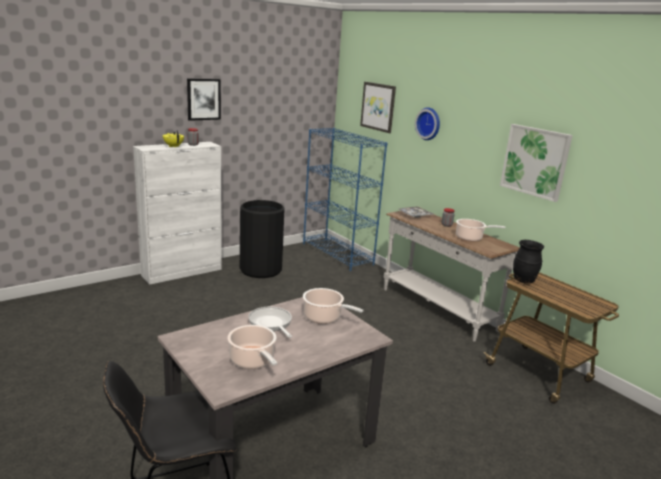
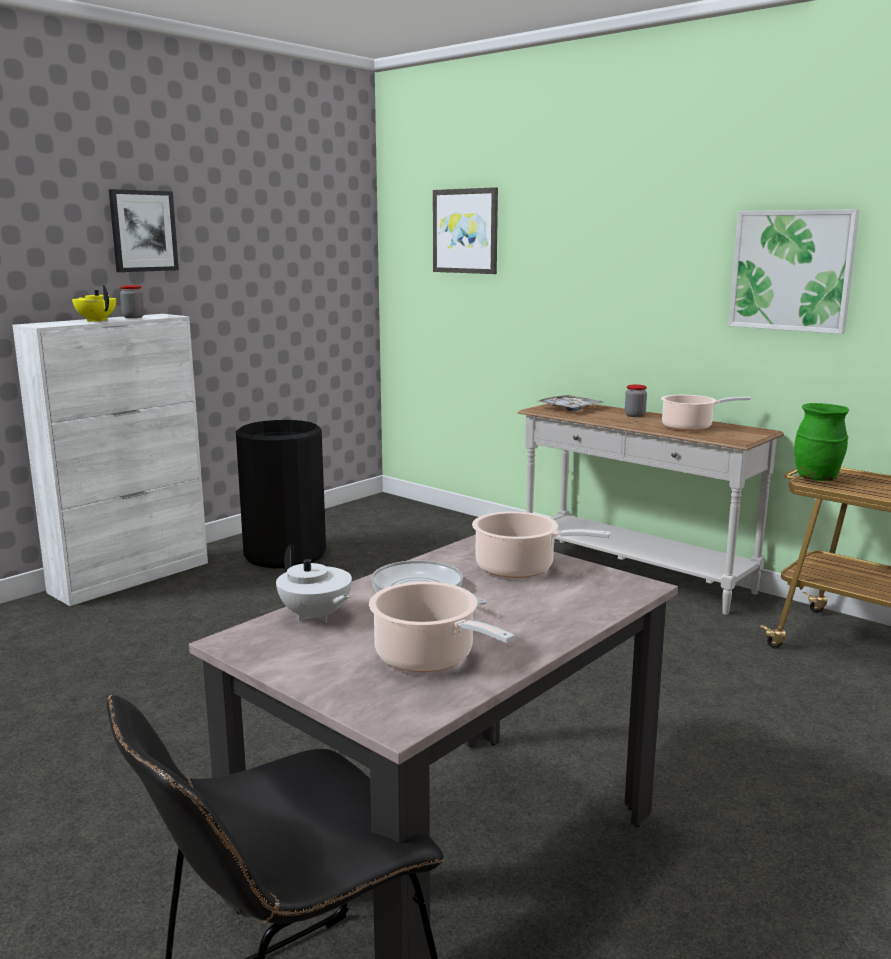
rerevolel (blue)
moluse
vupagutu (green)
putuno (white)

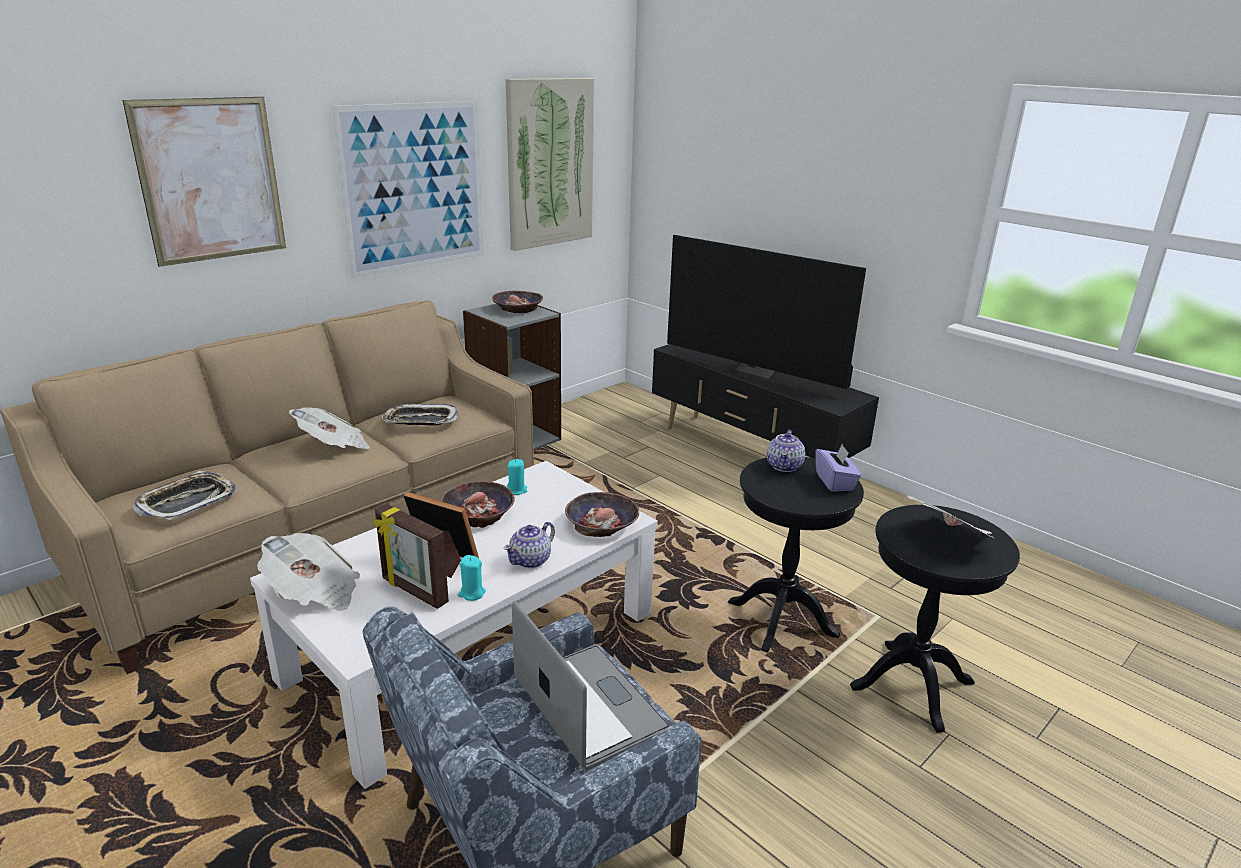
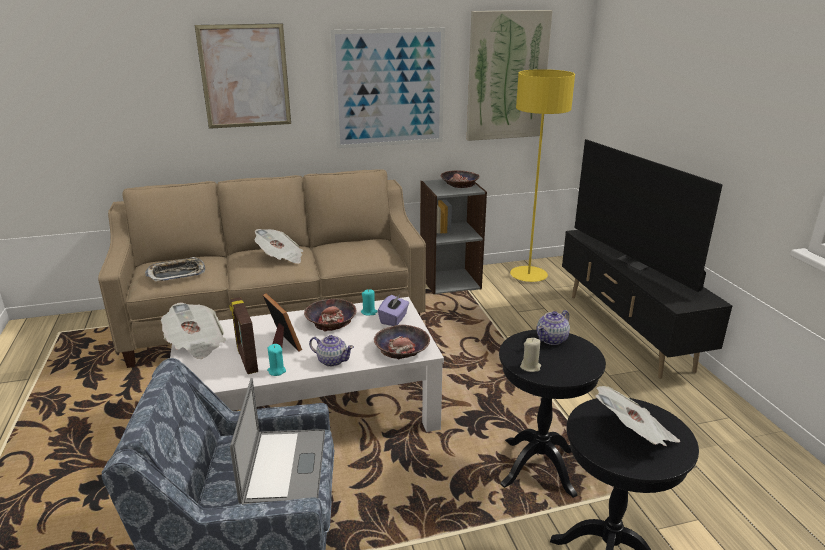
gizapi (no. 2 from left in the first image)
putuno (no. 1 from left)
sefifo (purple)
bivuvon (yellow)
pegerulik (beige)

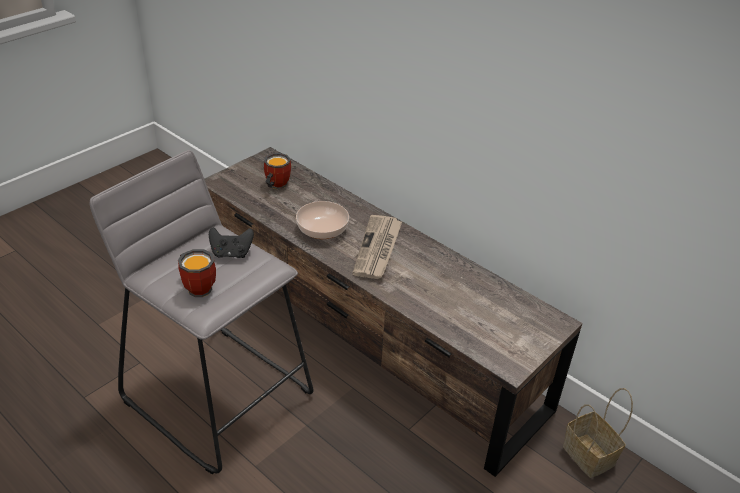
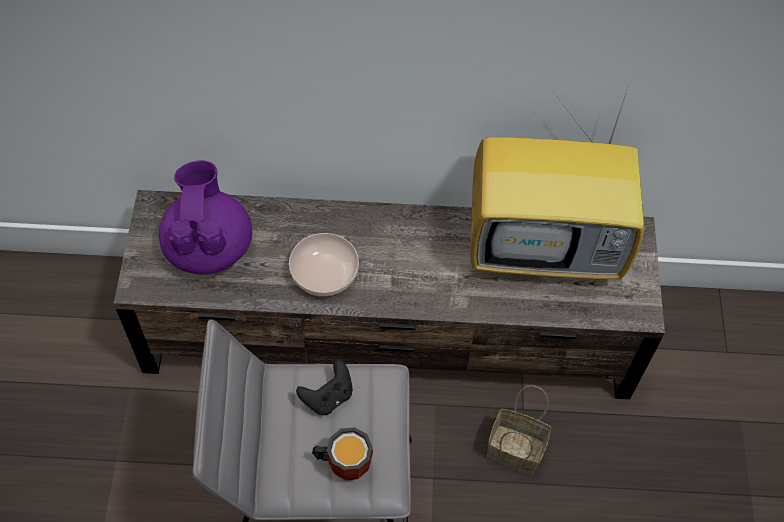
putuno (purple)
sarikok
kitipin
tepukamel

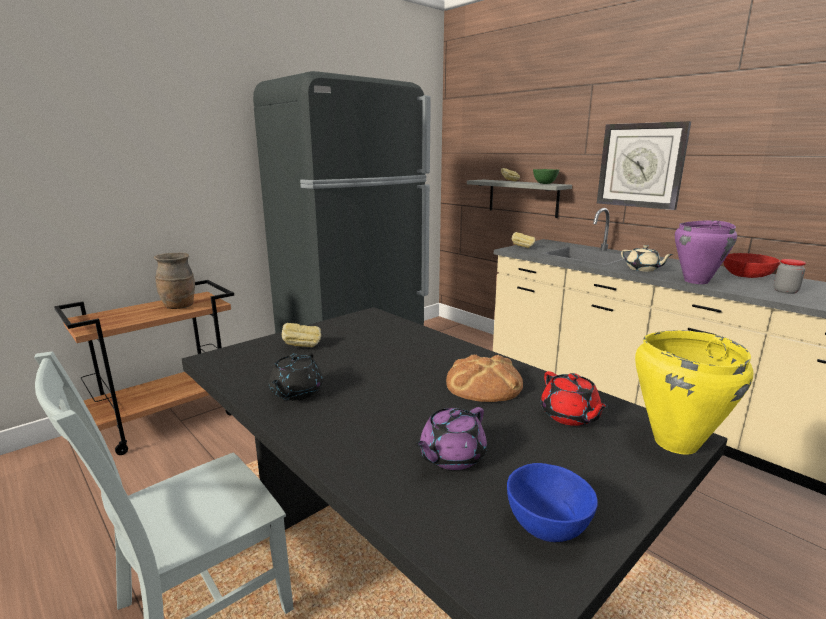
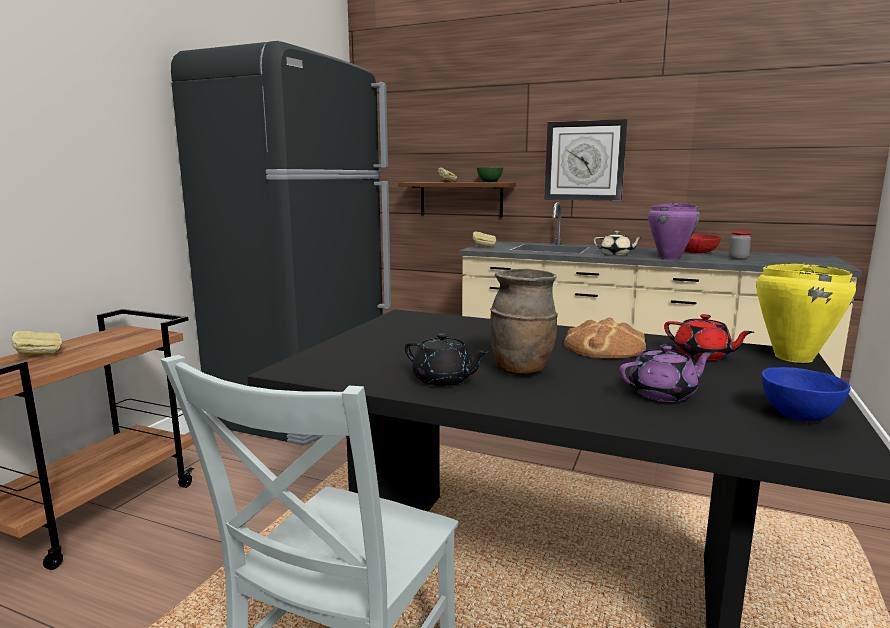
vupagutu (brown)
putuno (black)
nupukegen (no. 1 from left)
putuno (purple)
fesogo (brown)

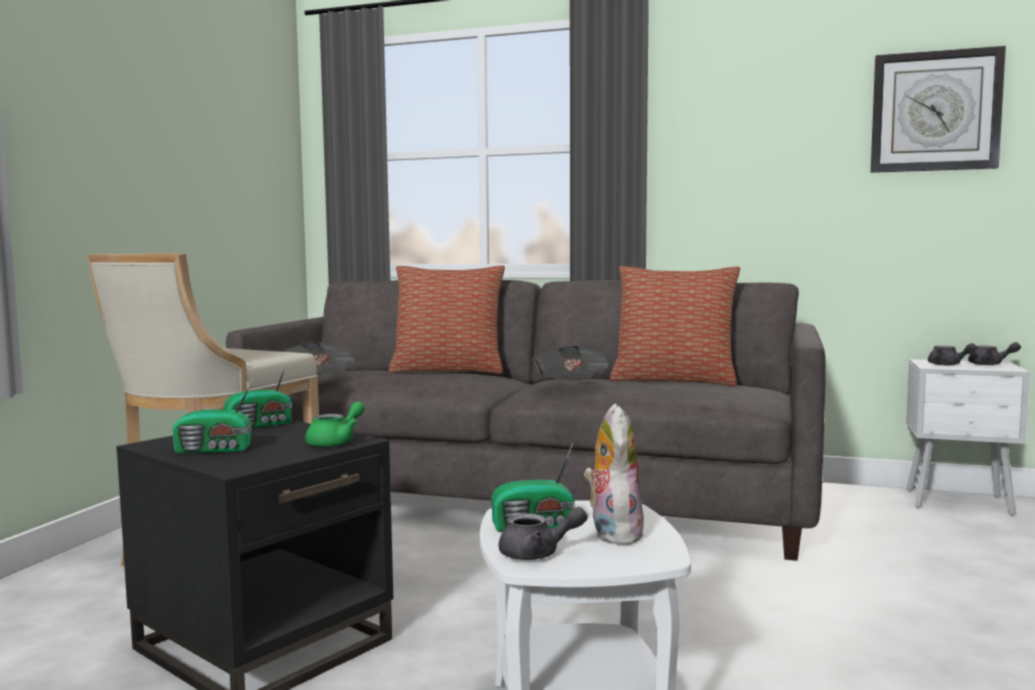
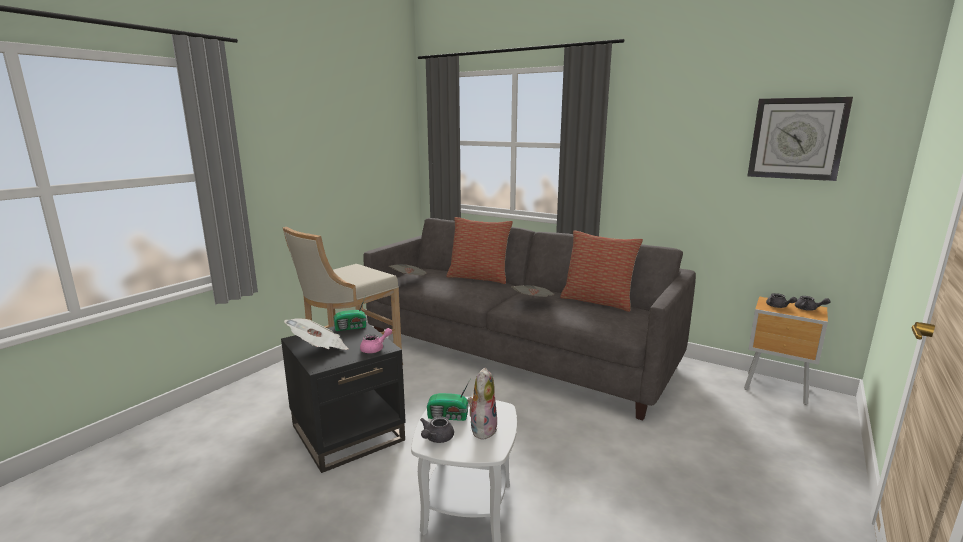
sarikok (no. 1 from left)
putuno (pink)
putuno (grey) (no. 1 from left)
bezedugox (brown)

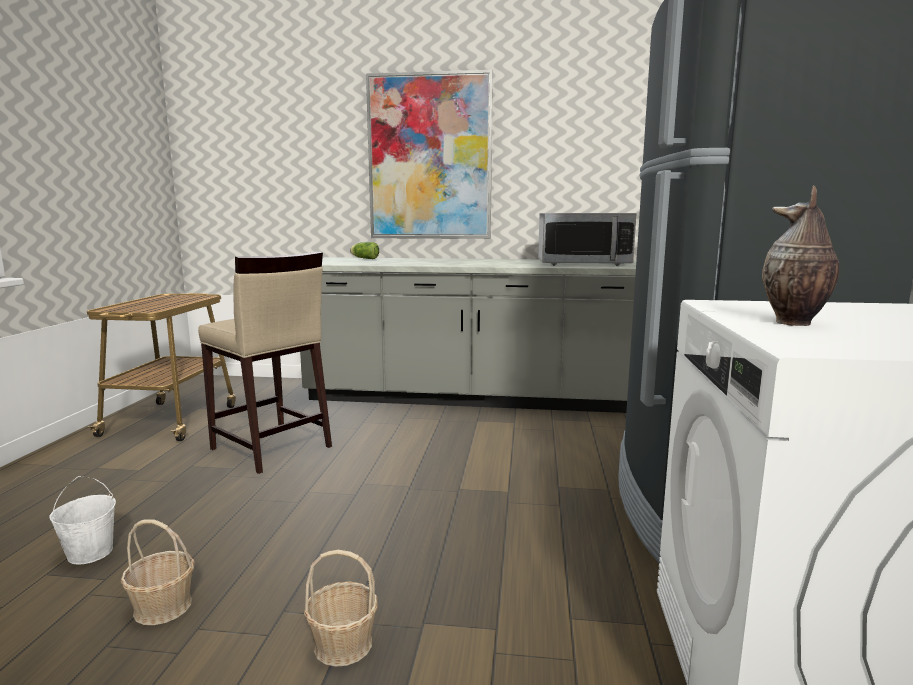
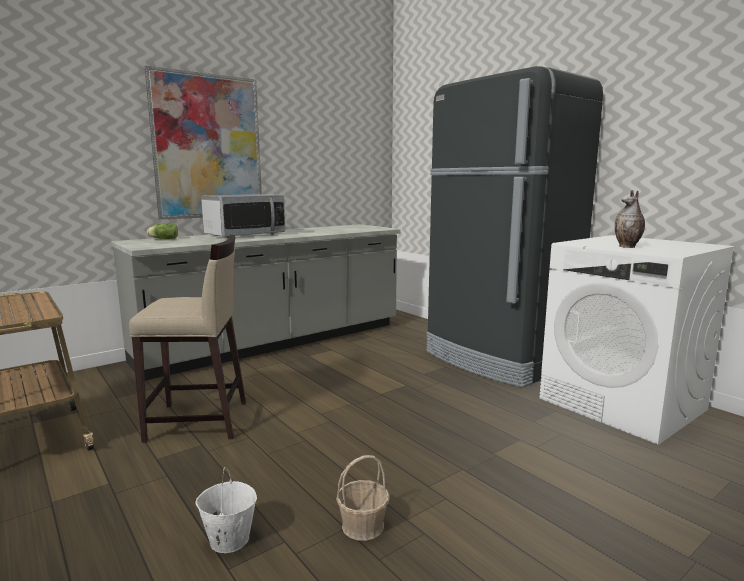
kitipin (no. 2 from left in the first image)
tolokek

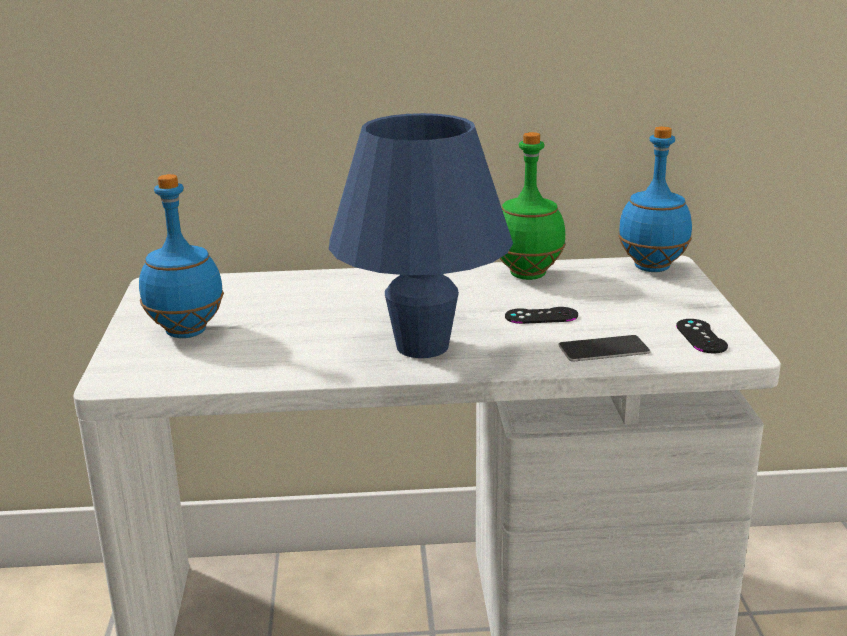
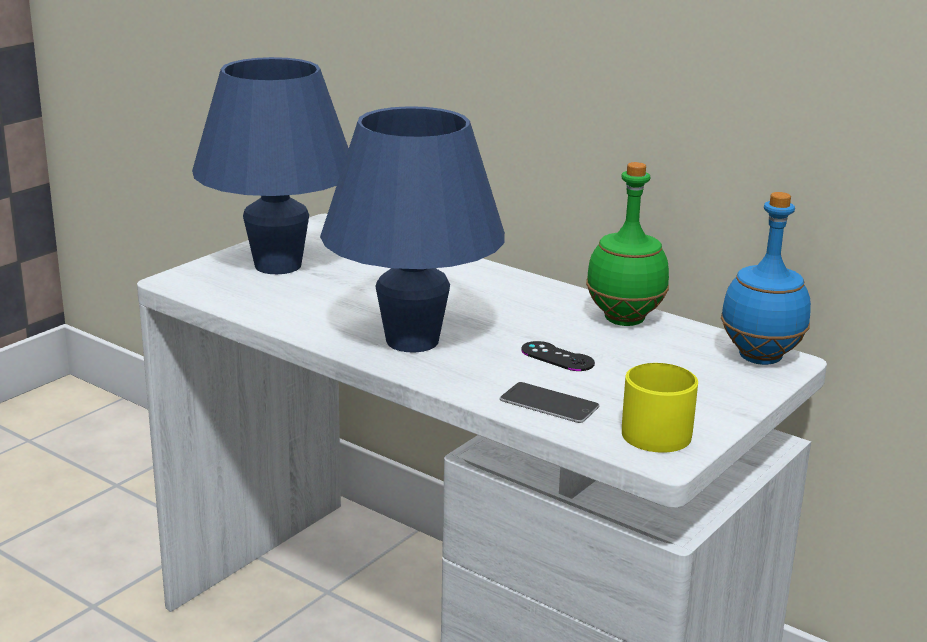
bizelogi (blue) (no. 1 from left)
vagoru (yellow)

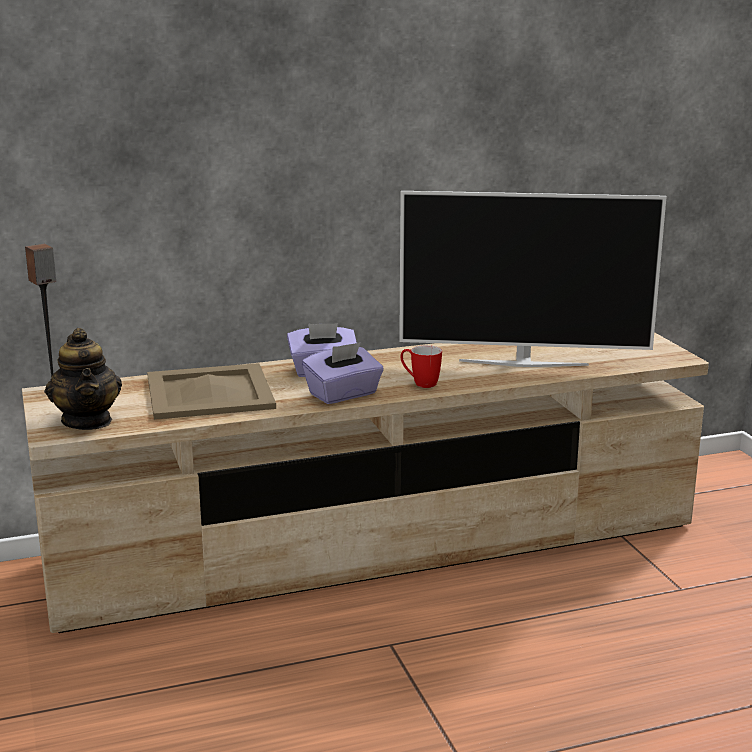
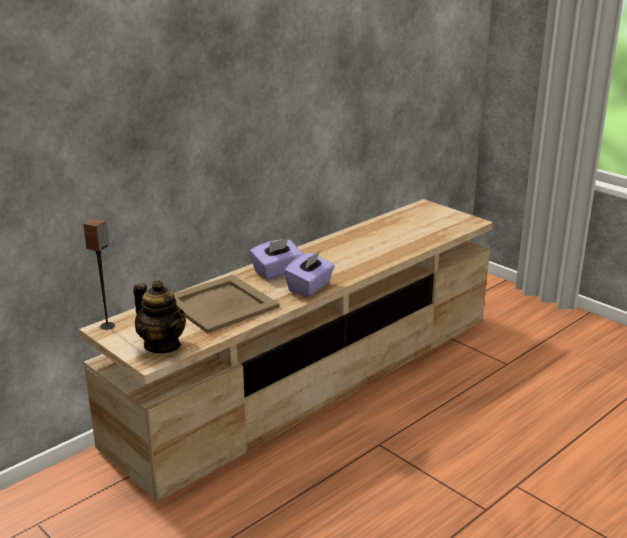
tepukamel
vagoru

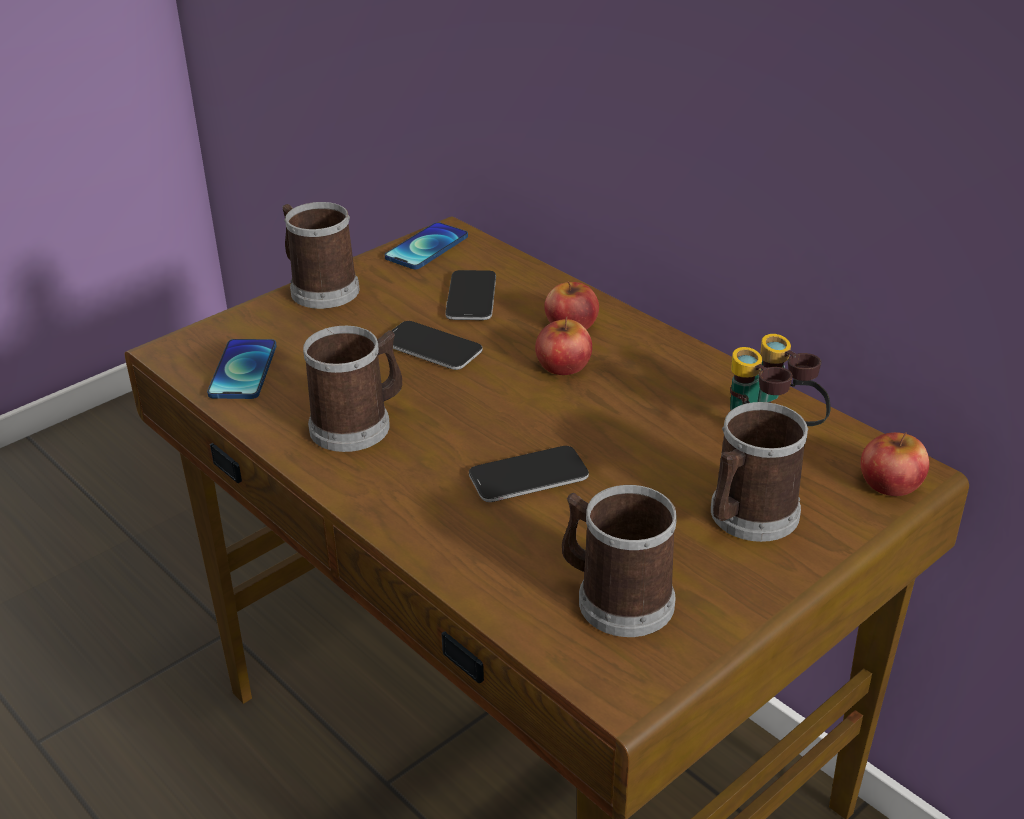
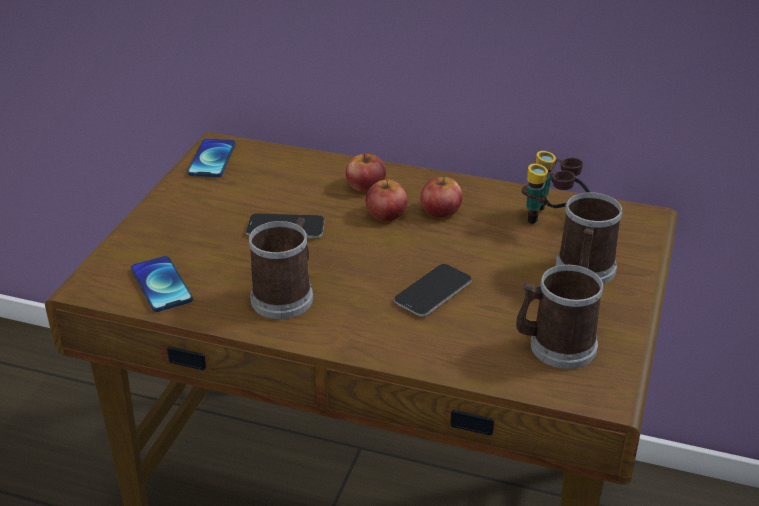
vagoru (no. 1 from left in the first image)
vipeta (no. 4 from left in the first image)
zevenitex (no. 3 from left)

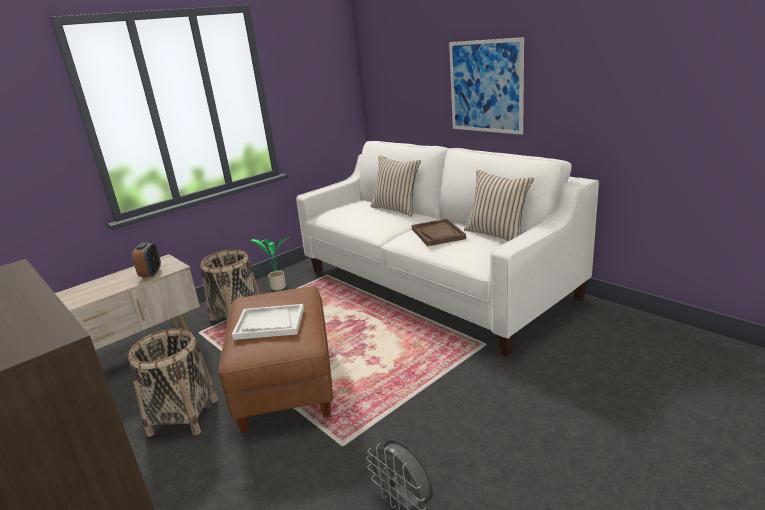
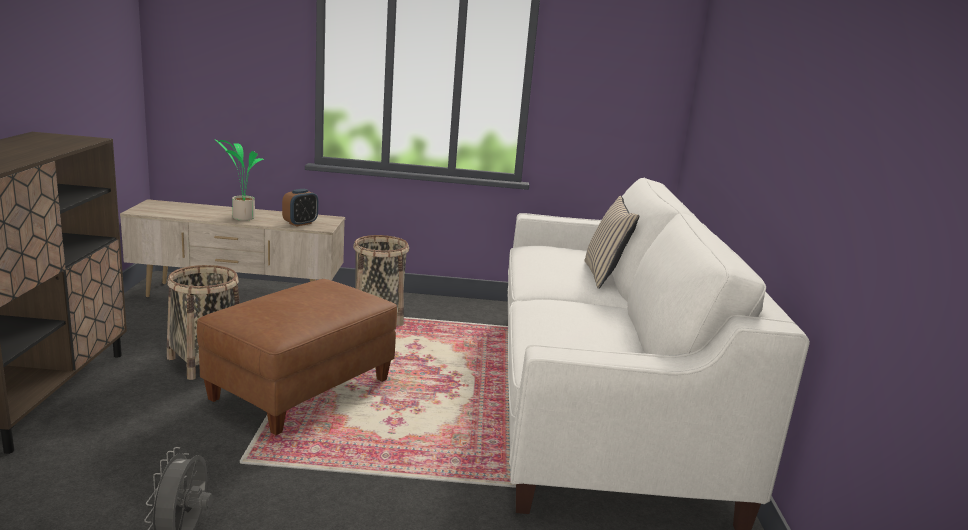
gizapi (white)
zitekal
gizapi (brown)
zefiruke
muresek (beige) (no. 2 from left in the first image)

